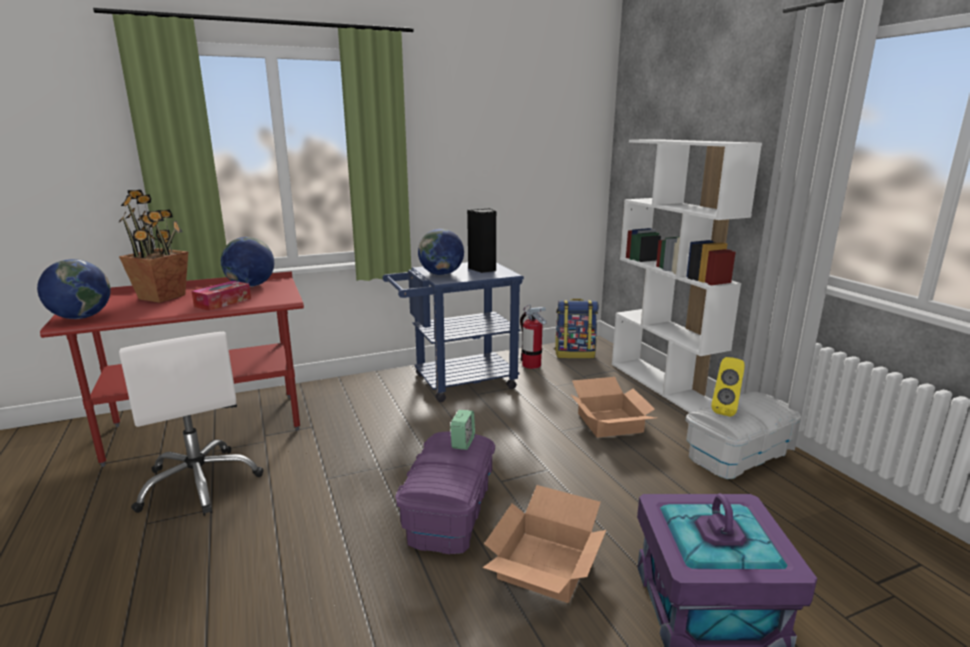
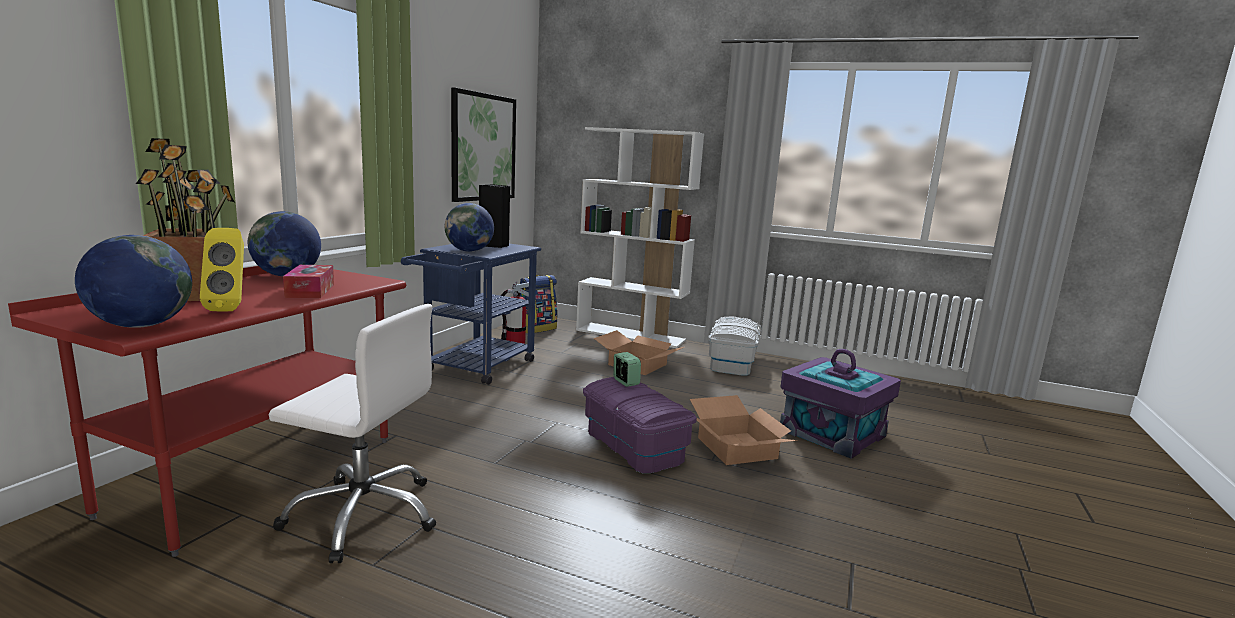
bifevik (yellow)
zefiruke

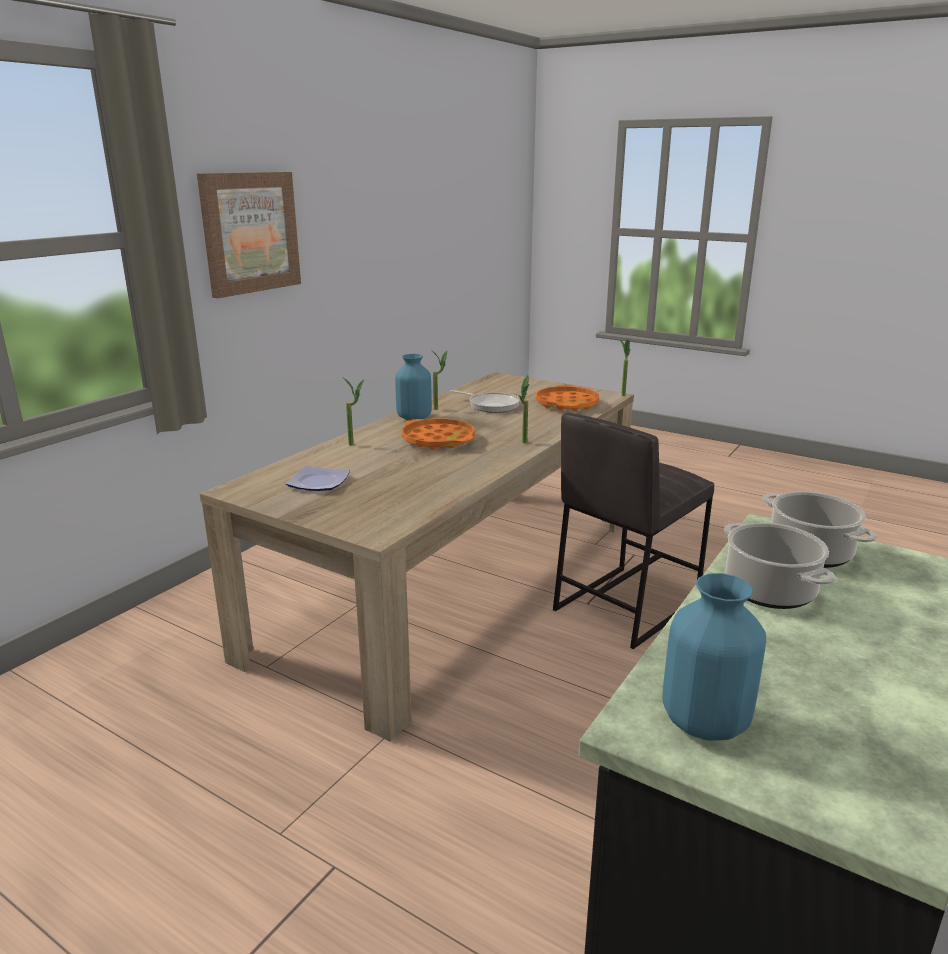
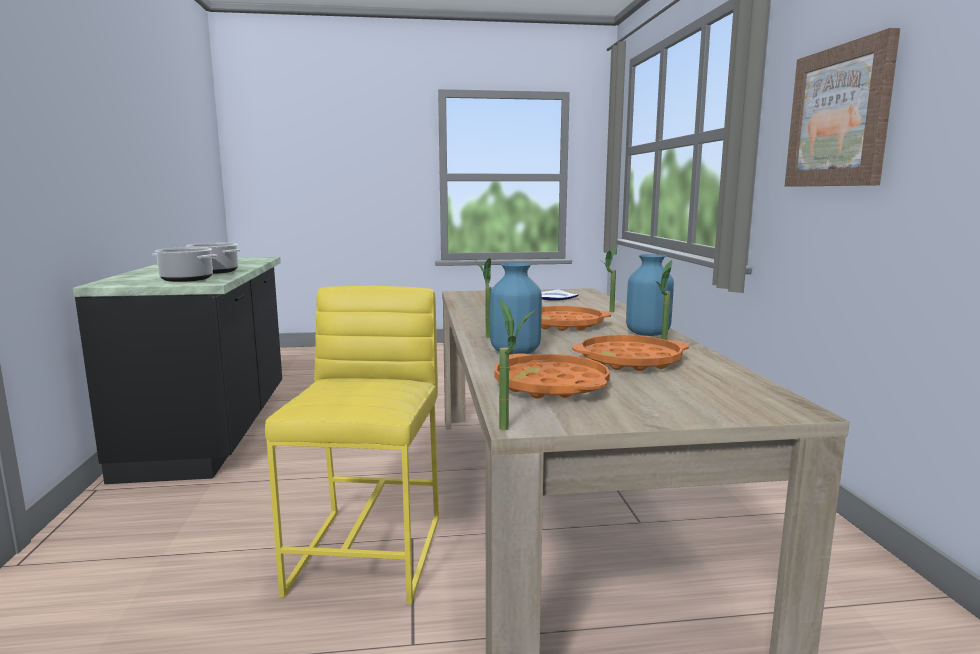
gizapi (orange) (no. 3 from left)
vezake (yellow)
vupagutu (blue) (no. 1 from left)

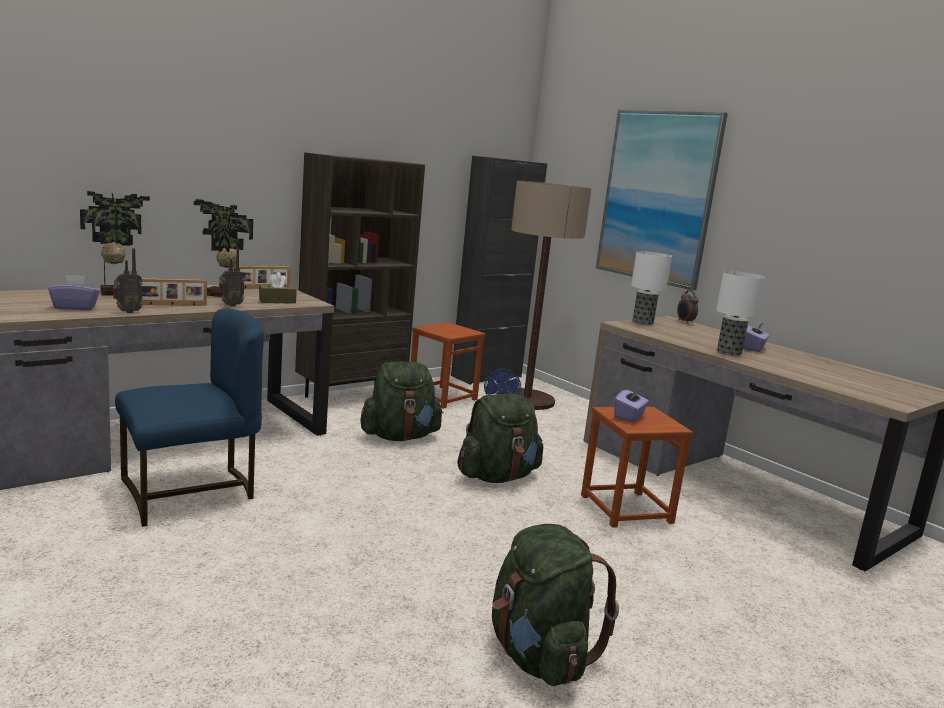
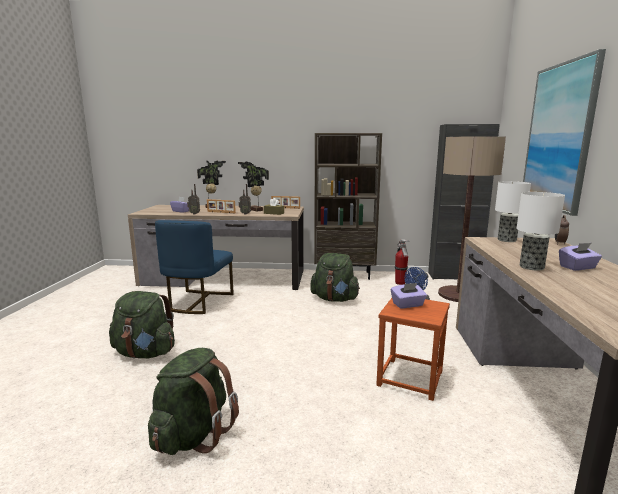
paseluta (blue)
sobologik
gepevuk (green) (no. 1 from left)

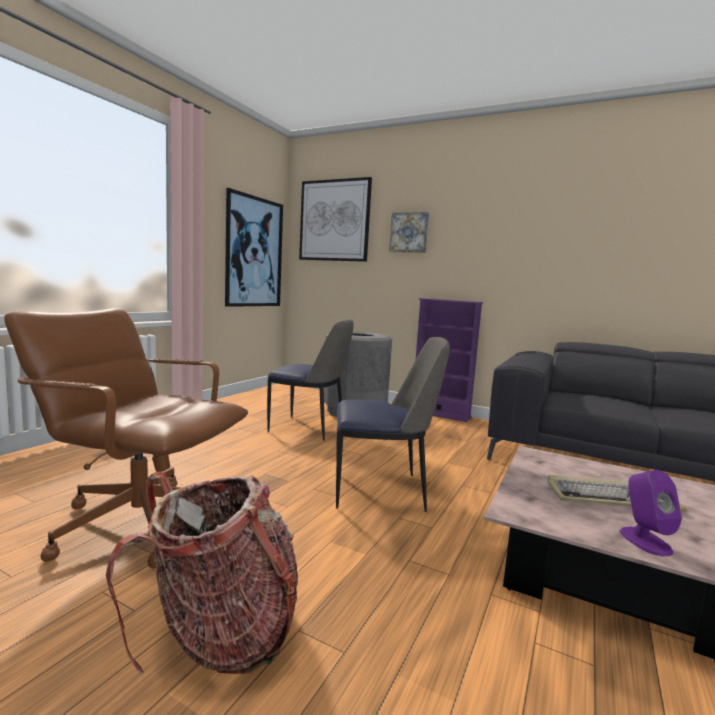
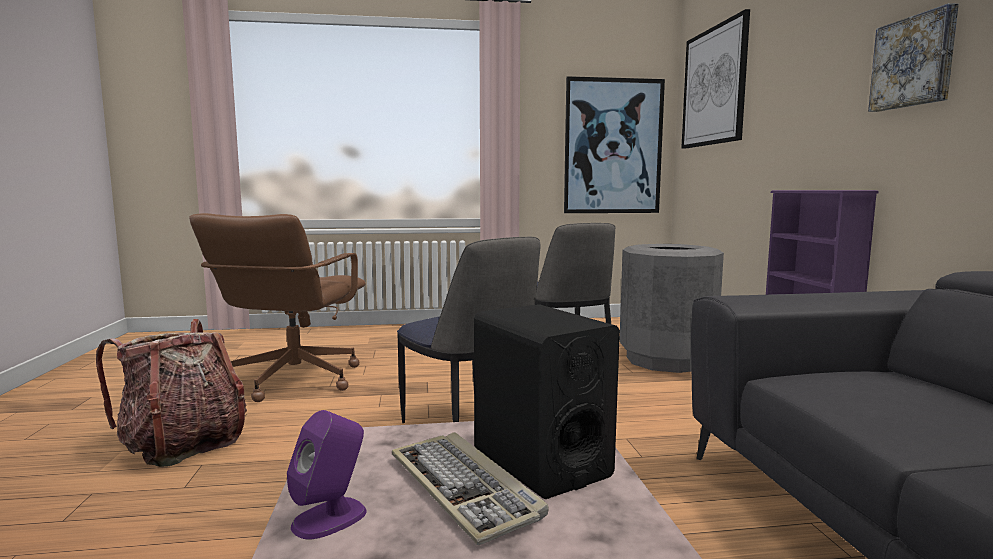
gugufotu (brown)
zefiruke (no. 3 from left)
bifevik (black)

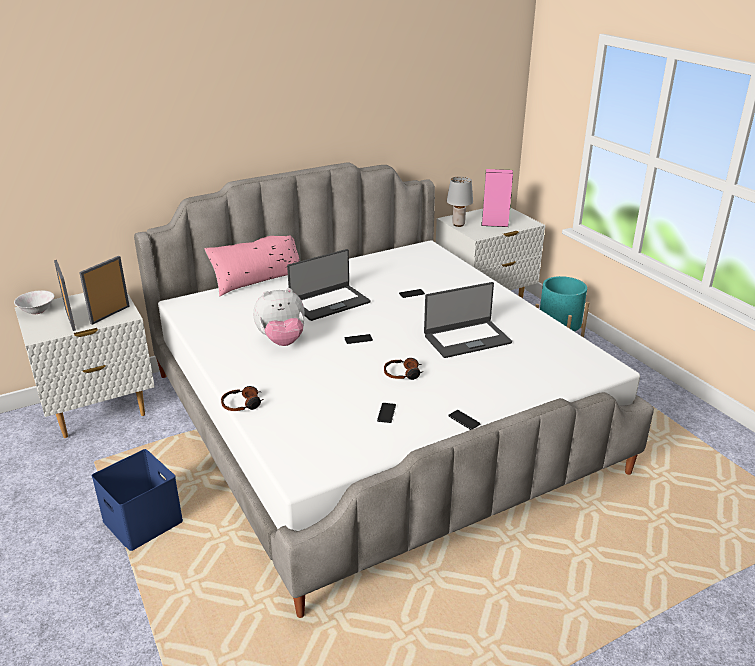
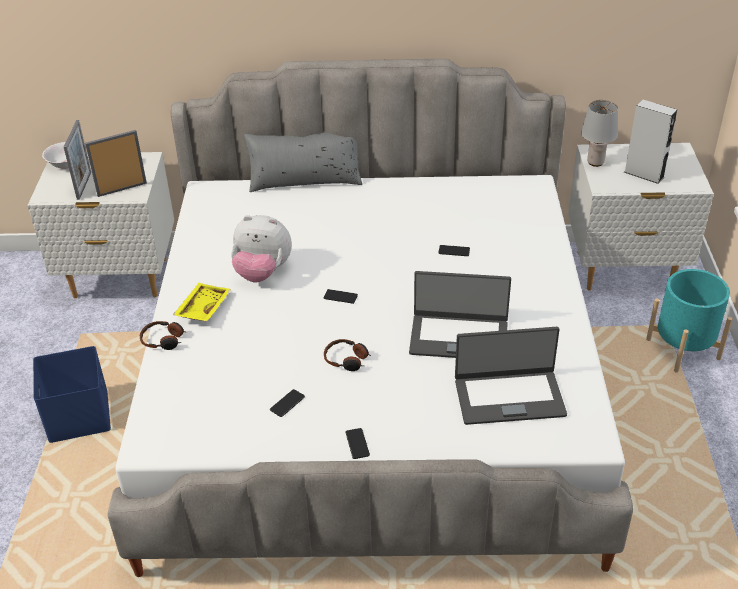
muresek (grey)
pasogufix (no. 2 from left)
bifevik (grey)
gizapi (yellow)

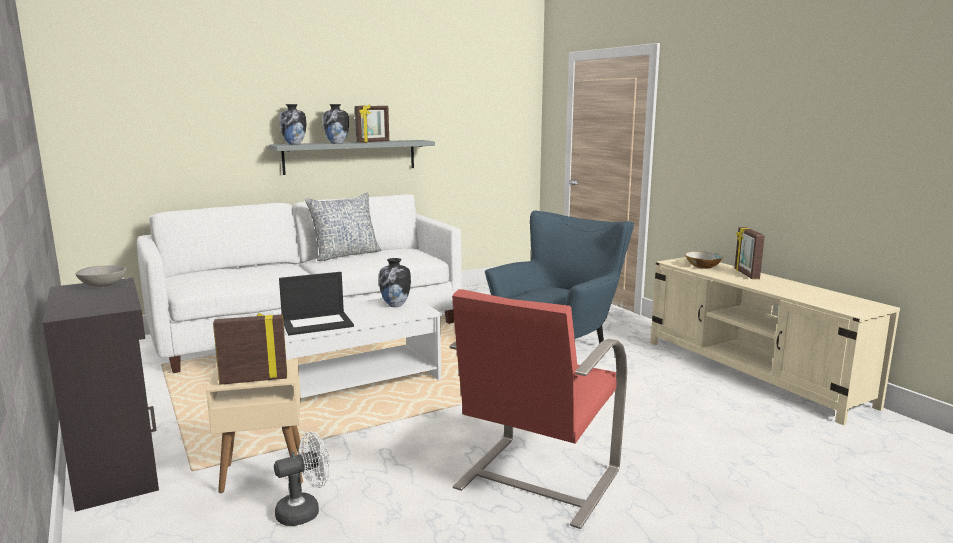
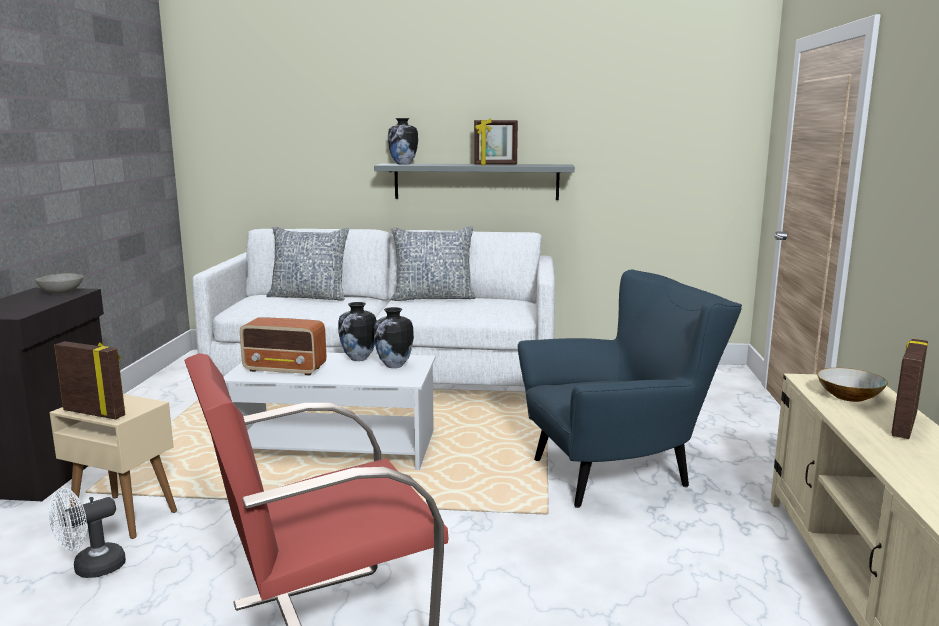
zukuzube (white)
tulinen
vupagutu (no. 1 from left)
muresek (no. 1 from left)

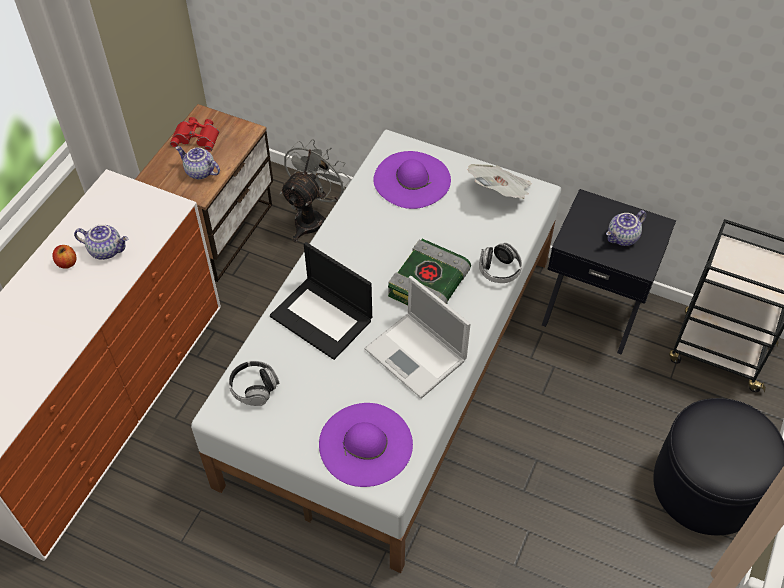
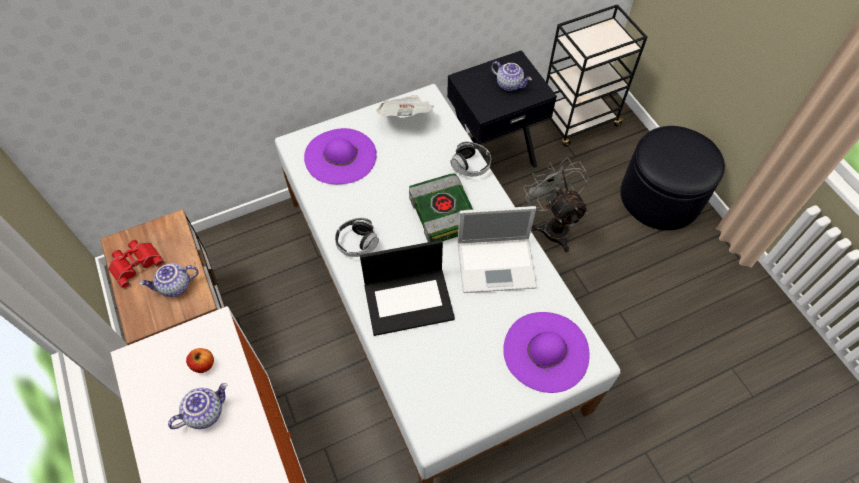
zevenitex
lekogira (no. 1 from left)
zukuzube (grey)
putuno (no. 3 from left)

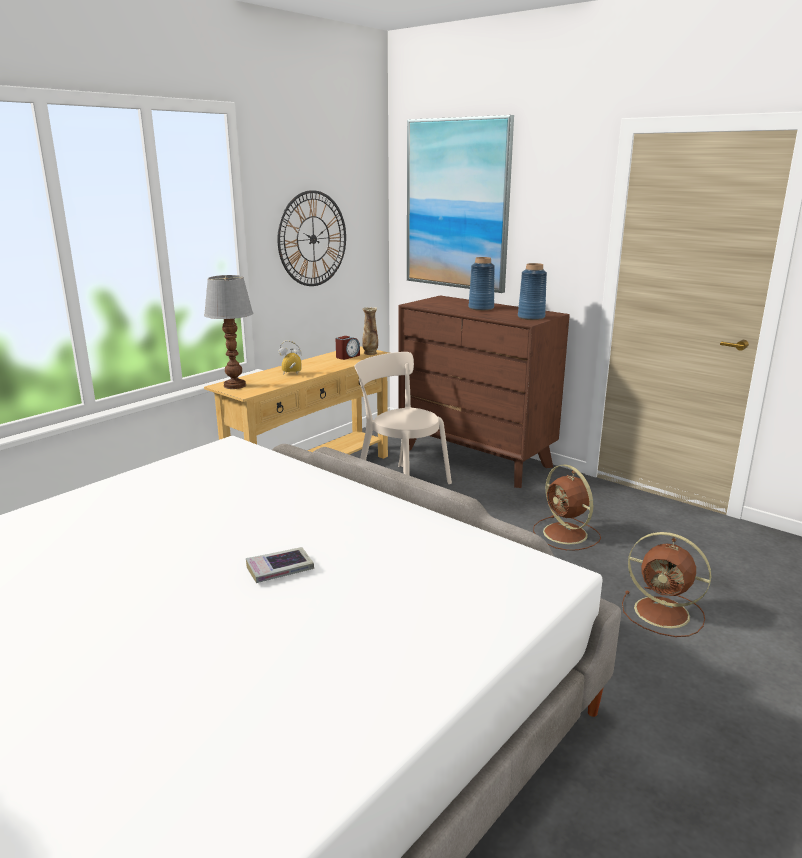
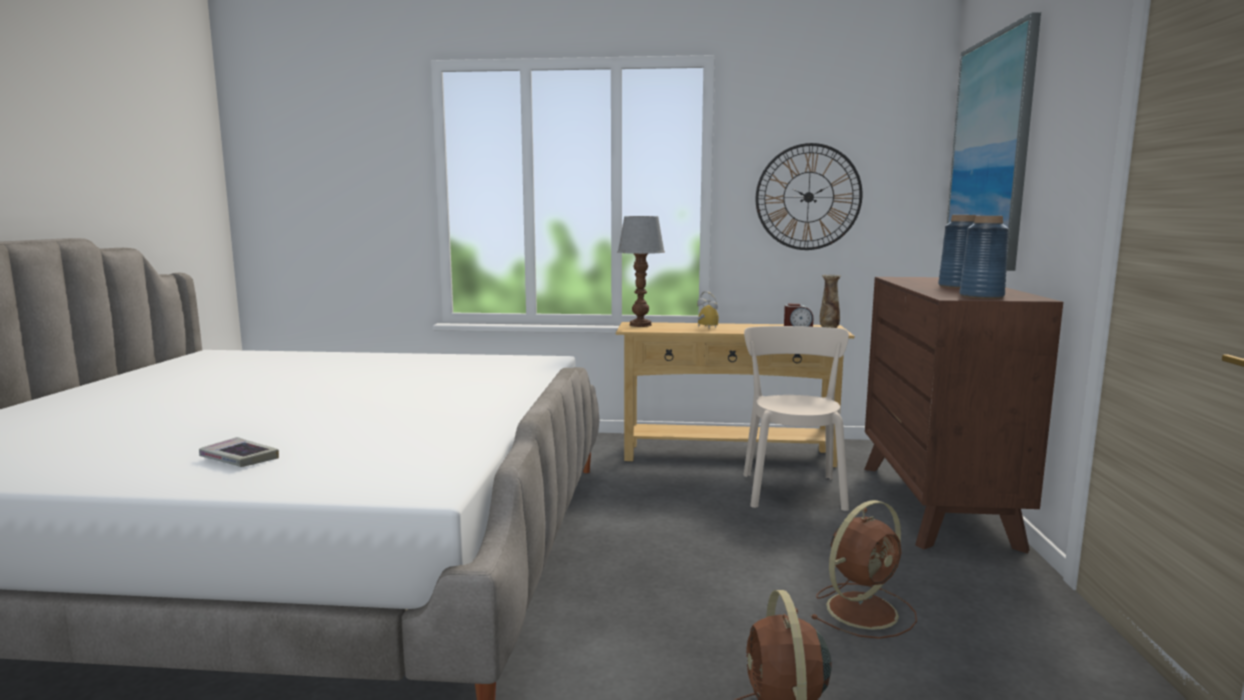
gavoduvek
zukuzube (brown) (no. 2 from left)

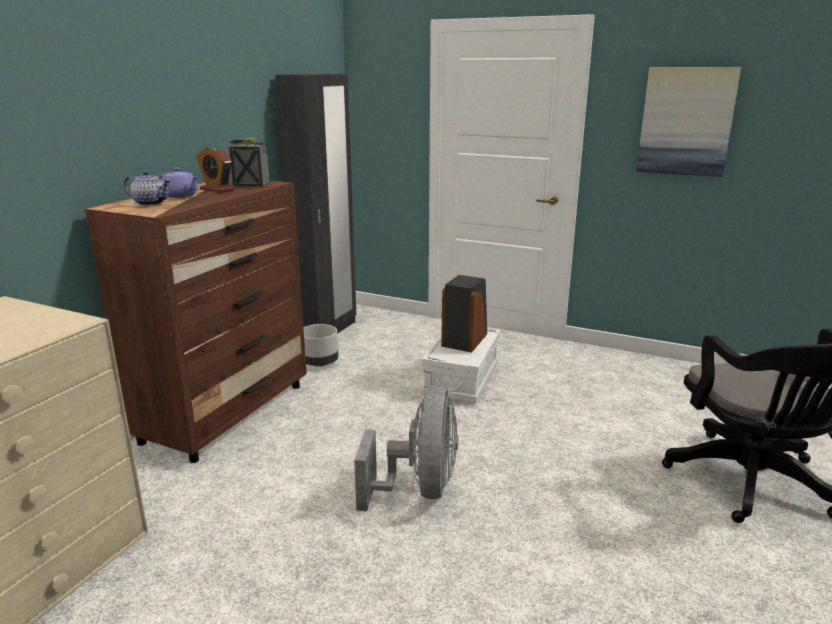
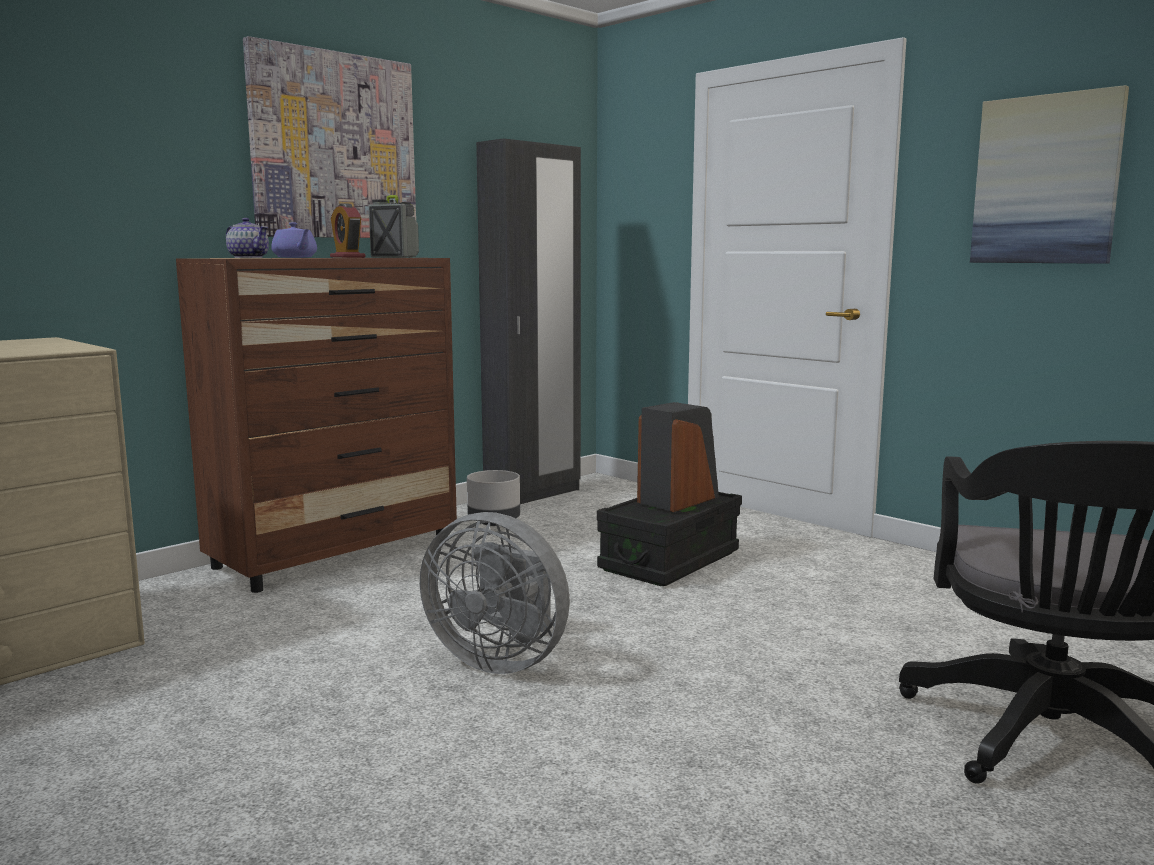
zukuzube (grey)
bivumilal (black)
zefiruke (no. 1 from left)

